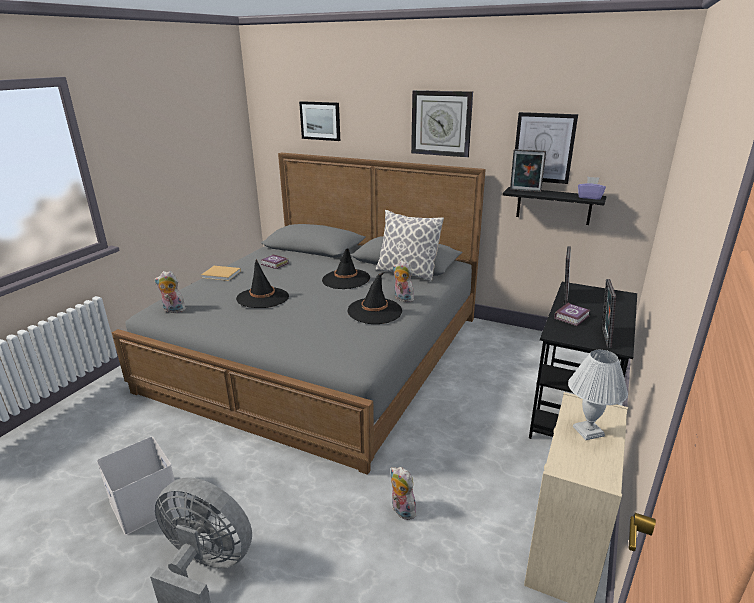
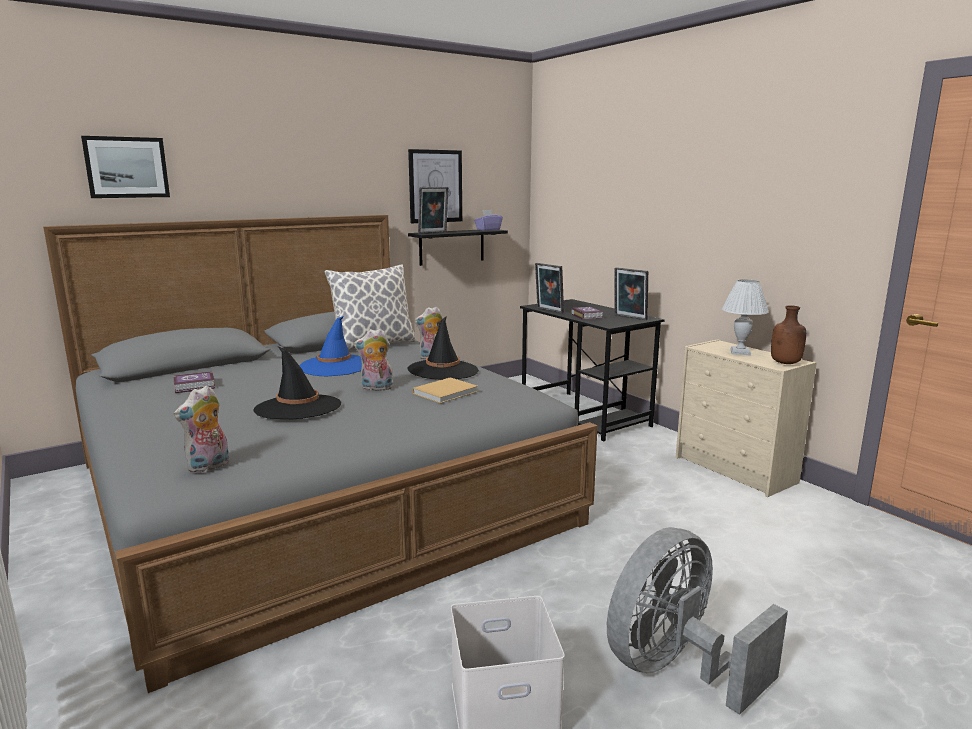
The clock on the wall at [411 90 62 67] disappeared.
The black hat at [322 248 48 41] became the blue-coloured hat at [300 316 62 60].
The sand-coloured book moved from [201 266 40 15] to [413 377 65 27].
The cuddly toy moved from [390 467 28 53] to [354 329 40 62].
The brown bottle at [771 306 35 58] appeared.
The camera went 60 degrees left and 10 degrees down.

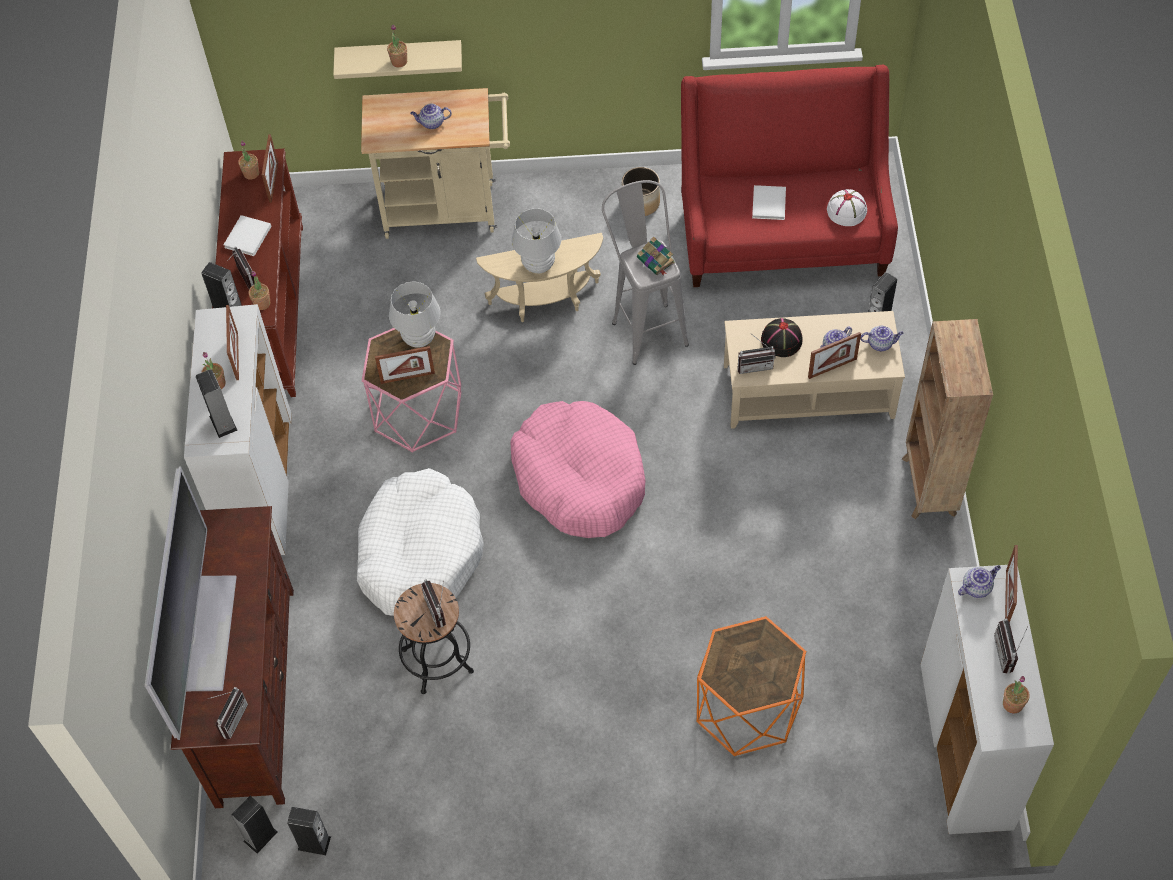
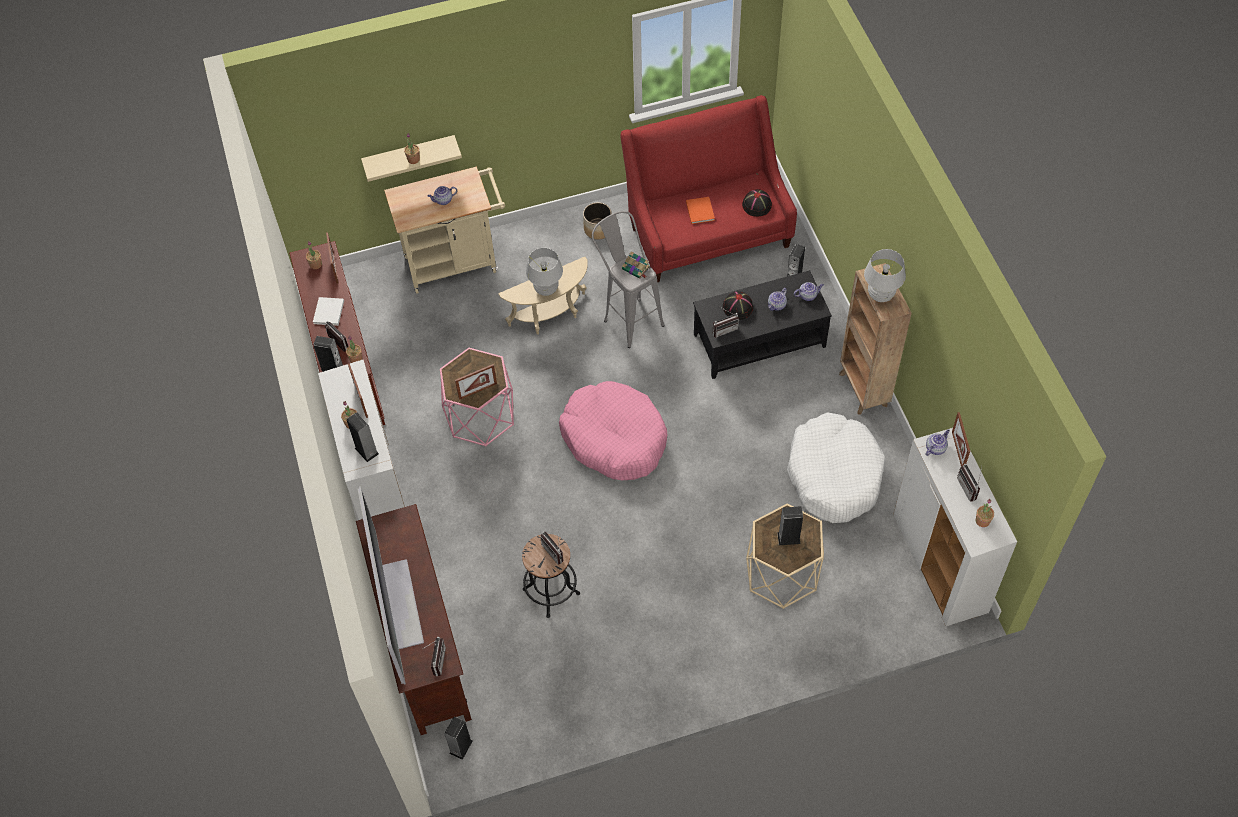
The whitish book at [752 185 34 35] became the orange book at [686 197 29 27].
The whitish hat at [827 189 40 37] became the black hat at [742 189 30 28].
The whitish table lamp moved from [389 281 51 67] to [864 249 42 53].
The sand-coloured low table at [724 311 181 118] became the black low table at [693 270 139 109].
The standing frame at [808 332 53 47] disappeared.
The whitish pet bed moved from [357 468 127 148] to [787 412 98 111].
The orange accent table at [696 616 110 140] became the sand-coloured accent table at [746 504 78 105].
The speaker moved from [287 807 44 48] to [777 506 26 39].
The camera went 15 degrees left and 0 degrees up.

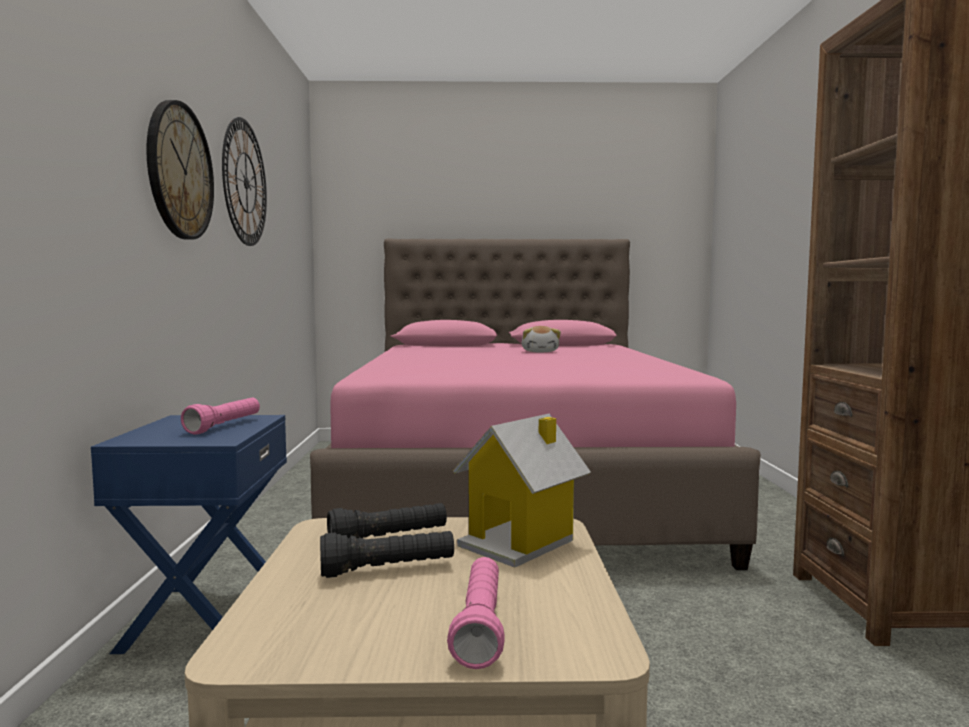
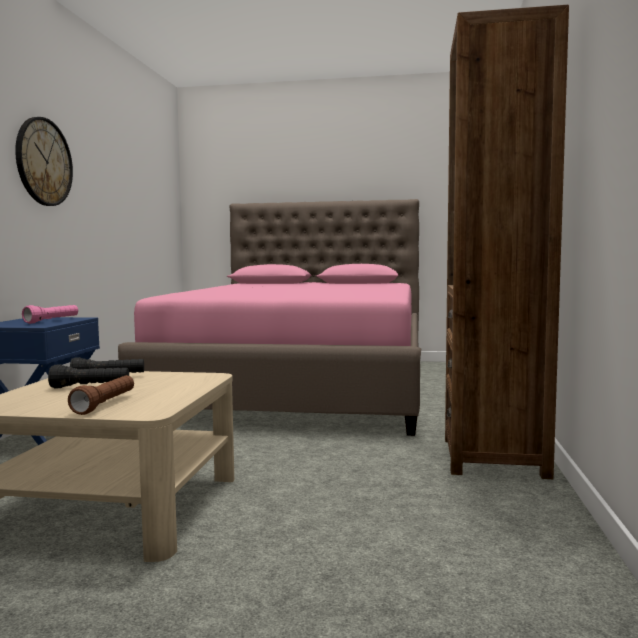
The clock on the wall at [222 117 45 129] disappeared.
The cuddly toy at [522 326 39 26] disappeared.
The model house at [453 414 138 154] disappeared.
The pink flashlight at [447 557 58 112] became the brown flashlight at [68 375 66 40].
The camera went 10 degrees right and 0 degrees up.

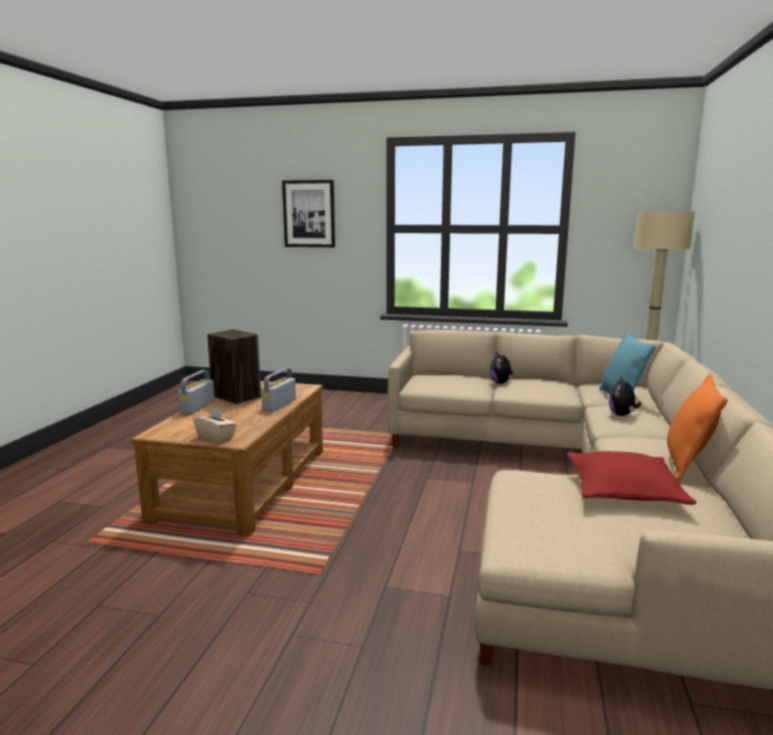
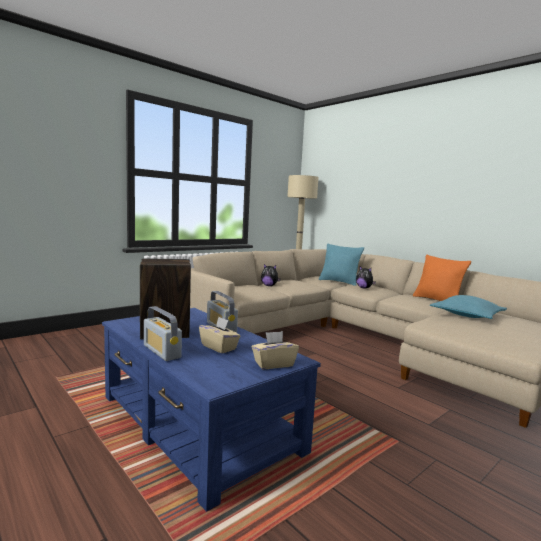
The wall picture at [282 180 53 67] disappeared.
The brown low table at [130 381 193 156] became the blue-coloured low table at [102 308 219 204].
The red cushion at [567 451 130 54] became the blue-green cushion at [430 295 77 24].
The sand-coloured tissue holder at [199 317 42 36] appeared.
The camera went 55 degrees left and 5 degrees down.

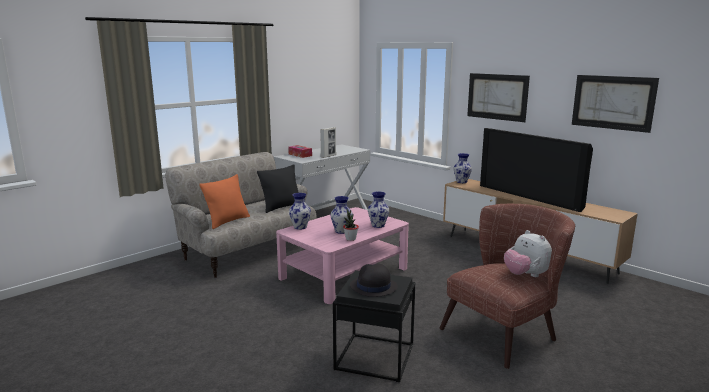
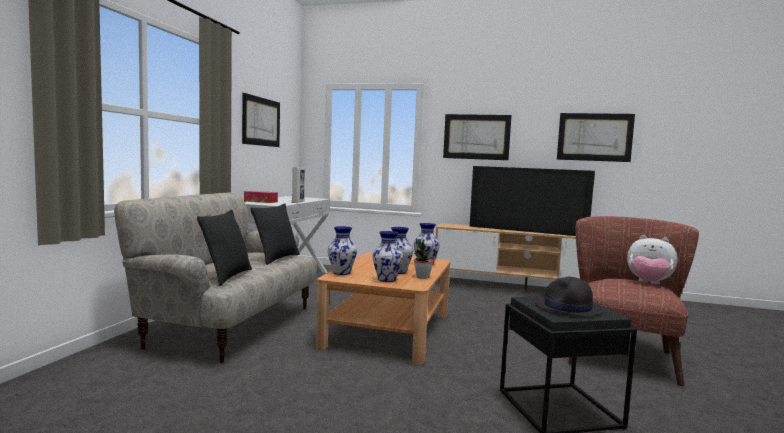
The decorative vase moved from [454 153 18 30] to [373 231 30 51].
The orange cushion at [199 174 51 55] became the black cushion at [197 210 55 76].
The pink low table at [276 207 133 97] became the brown low table at [316 253 135 112].
The wall picture at [242 93 38 54] appeared.
The camera went 30 degrees left and 10 degrees down.

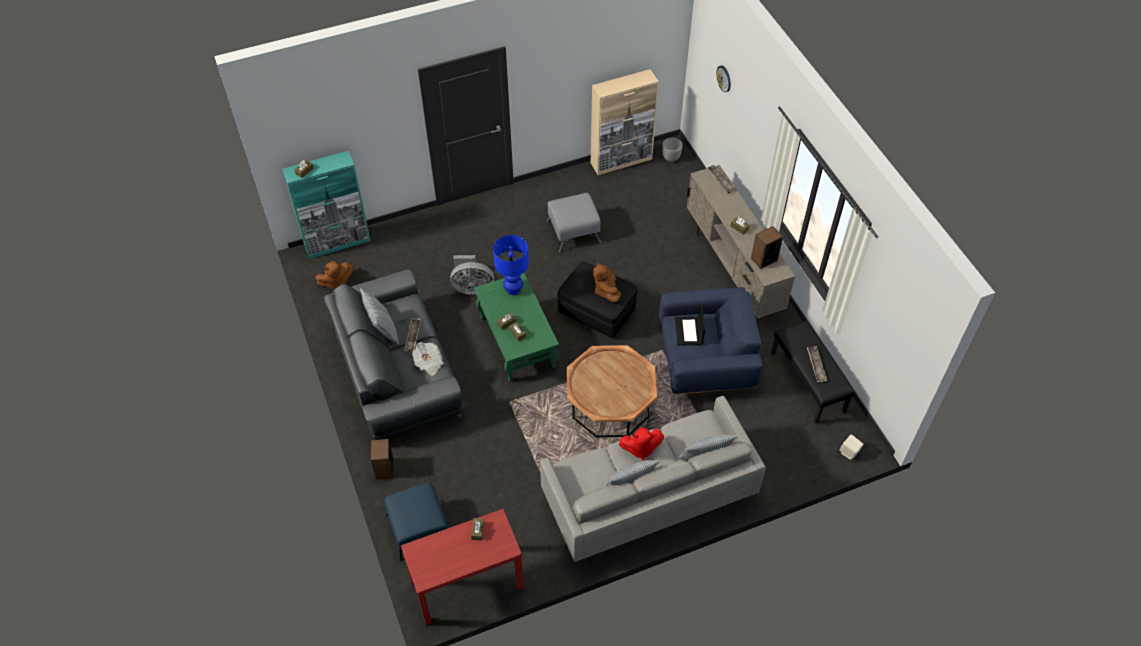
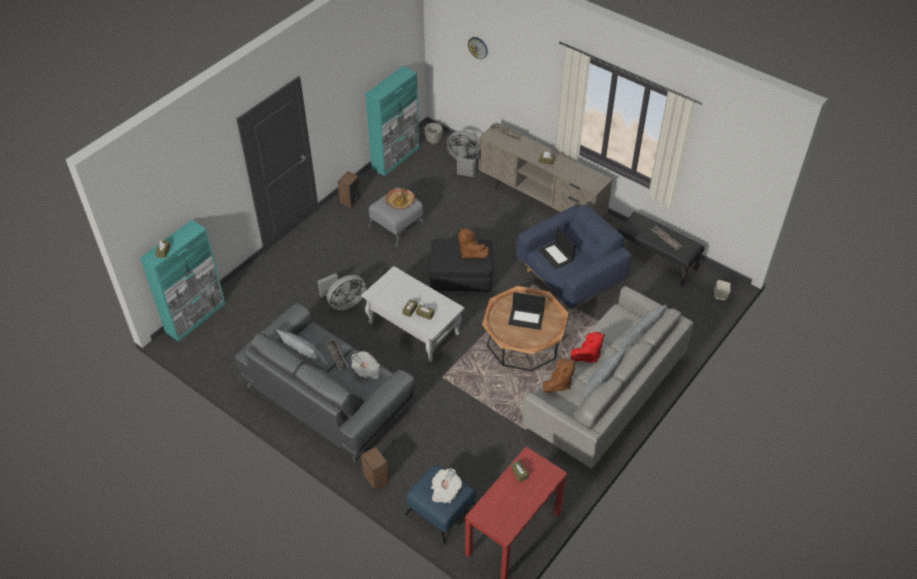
The sand-coloured cabinet at [591 69 68 106] became the blue-green cabinet at [365 66 55 110].
The speaker moved from [751 226 32 43] to [338 171 23 37].
The blue-coloured table lamp at [493 235 36 60] disappeared.
The brown cuddly toy moved from [316 261 37 28] to [543 358 33 35].
The green low table at [474 273 85 109] became the whitish low table at [361 266 104 96].
The grey cooling fan at [446 130 33 47] appeared.
The hat at [385 188 30 21] appeared.
The notebook computer at [508 292 37 38] appeared.
The newspaper at [431 468 31 35] appeared.
The camera went 30 degrees left and 5 degrees down.

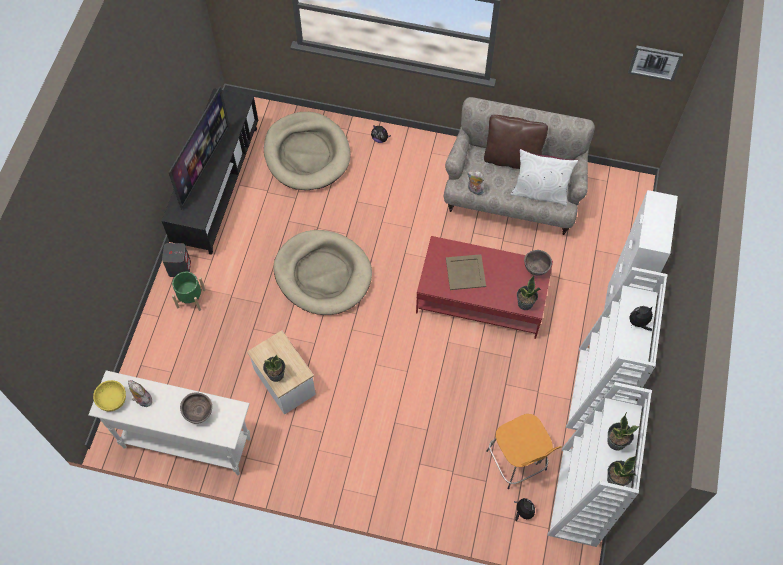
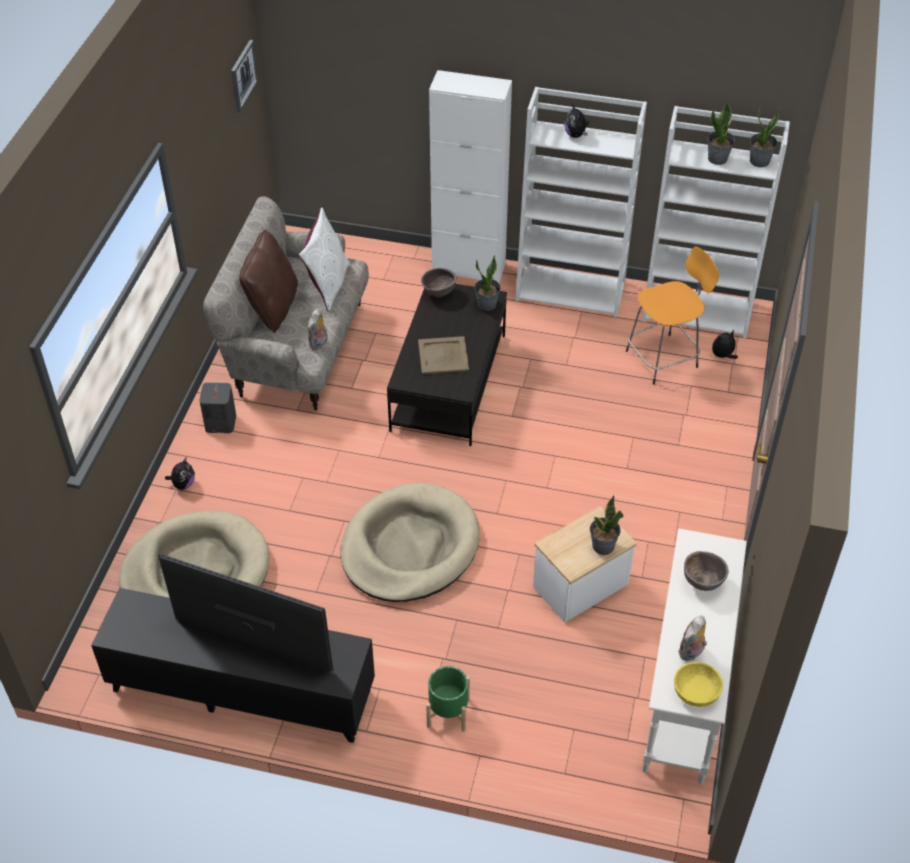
The red low table at [416 236 137 103] became the black low table at [387 284 120 162].
The grey speaker moved from [162 243 29 34] to [199 382 37 51].
The camera went 90 degrees left and 15 degrees down.

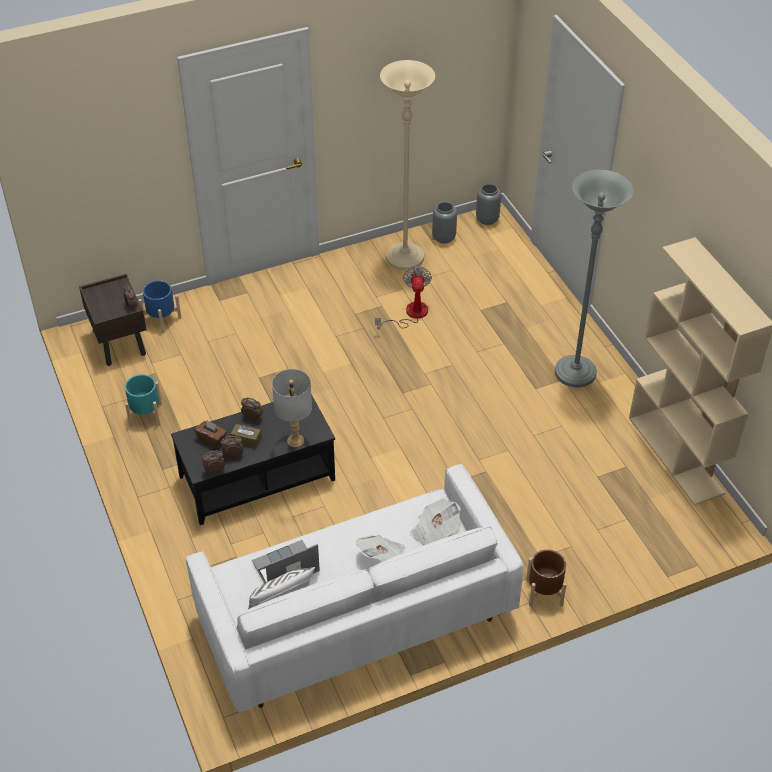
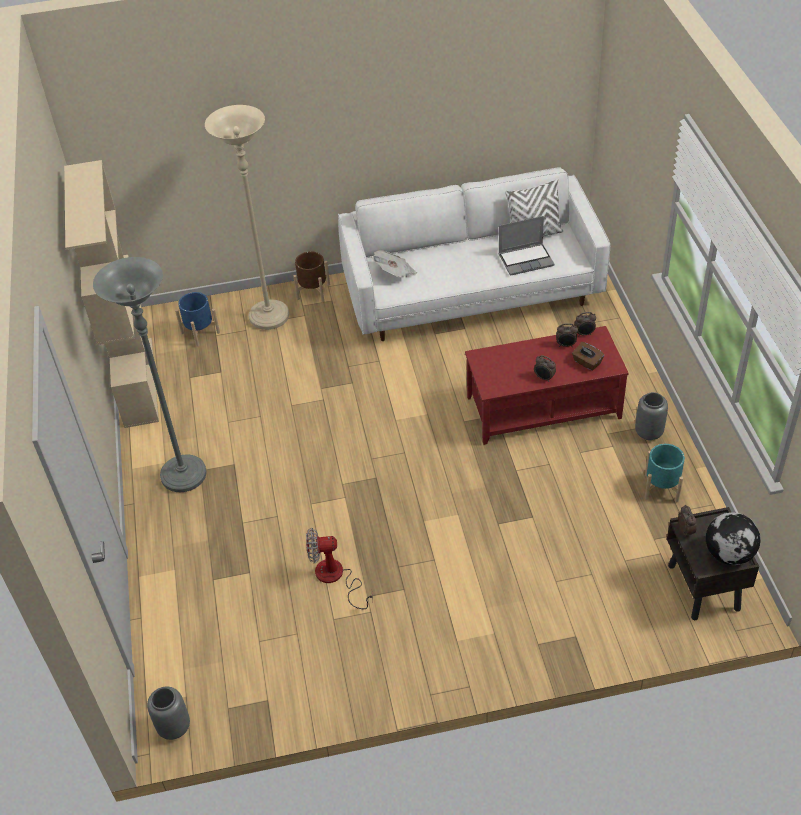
The sand-coloured standing lamp moved from [380 60 55 210] to [205 105 84 225].
The grey decorative vase moved from [432 202 25 42] to [635 392 33 48].
The cooling fan at [375 266 57 63] turned 75 degrees clockwise.
The blue-coloured plant pot moved from [139 280 43 53] to [175 292 45 55].
The grey table lamp at [272 369 40 78] disappeared.
The black low table at [171 394 164 131] became the red low table at [465 326 164 119].
The brown tissue holder at [231 424 30 23] disappeared.
The newspaper at [356 535 49 27] disappeared.
The world globe at [706 512 55 53] appeared.
The camera went 165 degrees left and 0 degrees up.

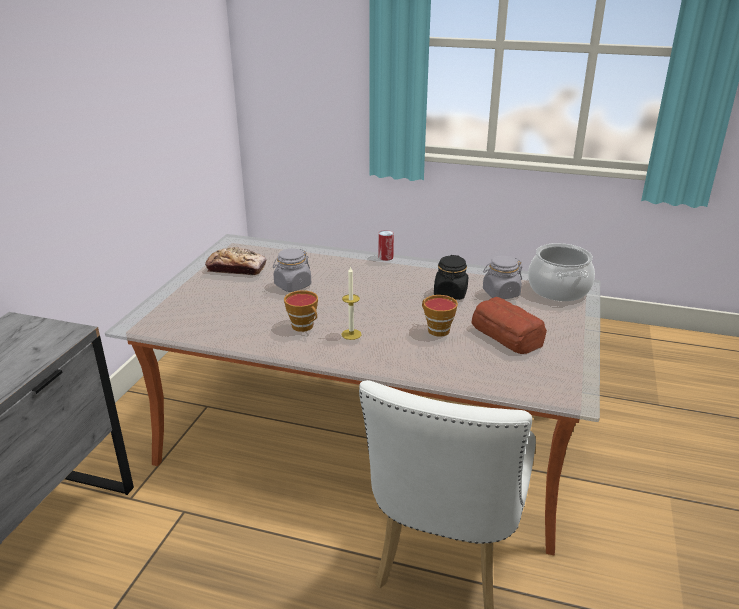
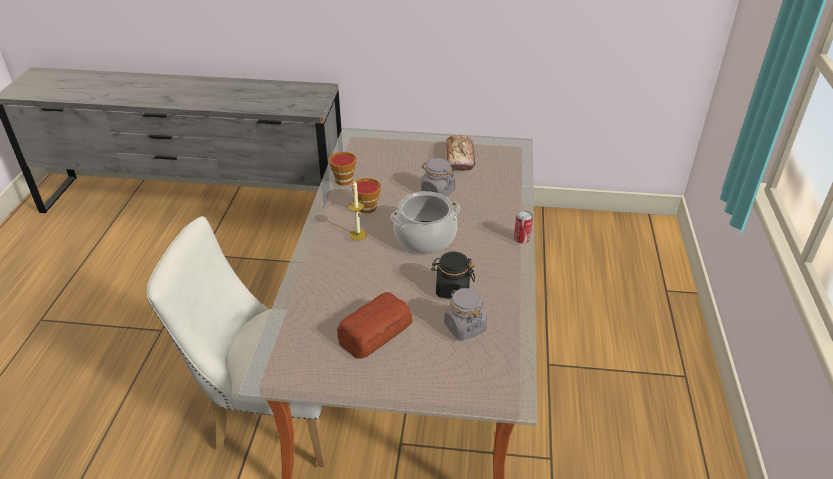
The cooking pot moved from [528 243 67 58] to [391 191 69 63].
The drinking cup moved from [422 295 36 42] to [329 152 27 34].
The camera went 80 degrees right and 10 degrees up.

